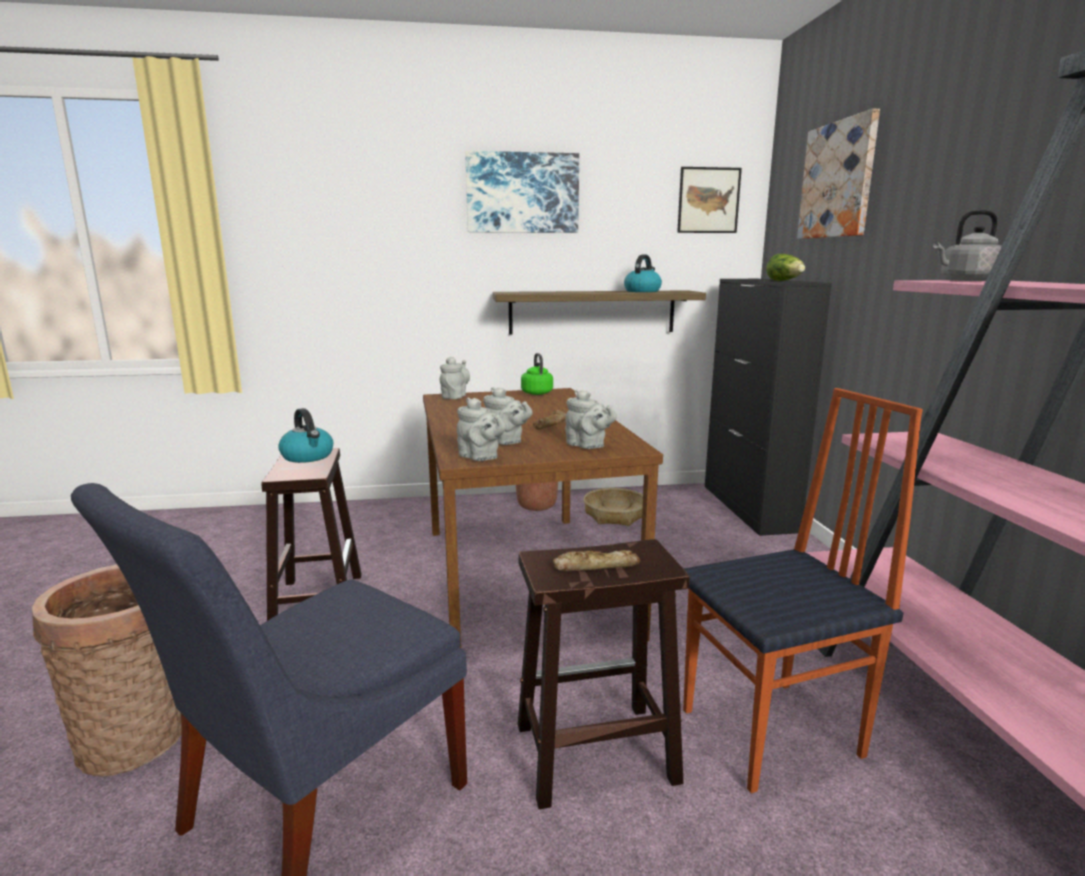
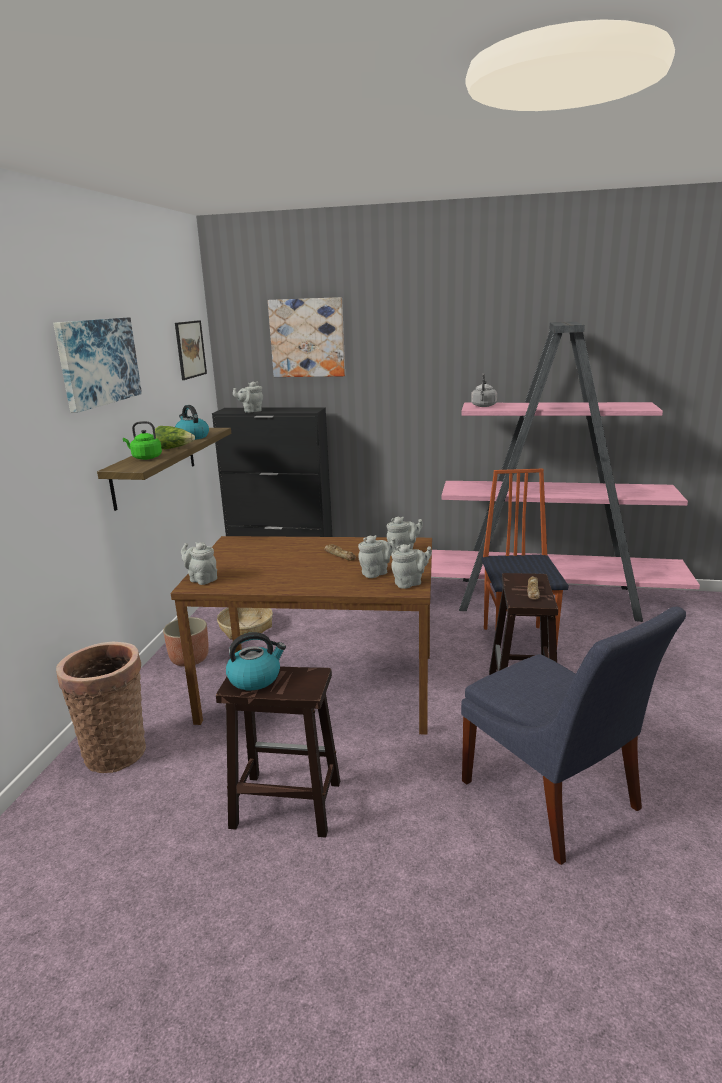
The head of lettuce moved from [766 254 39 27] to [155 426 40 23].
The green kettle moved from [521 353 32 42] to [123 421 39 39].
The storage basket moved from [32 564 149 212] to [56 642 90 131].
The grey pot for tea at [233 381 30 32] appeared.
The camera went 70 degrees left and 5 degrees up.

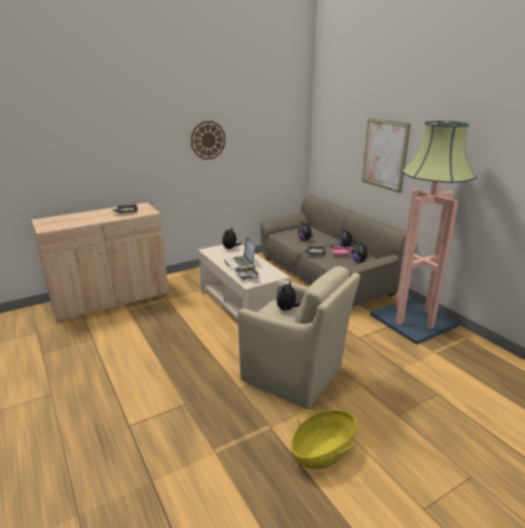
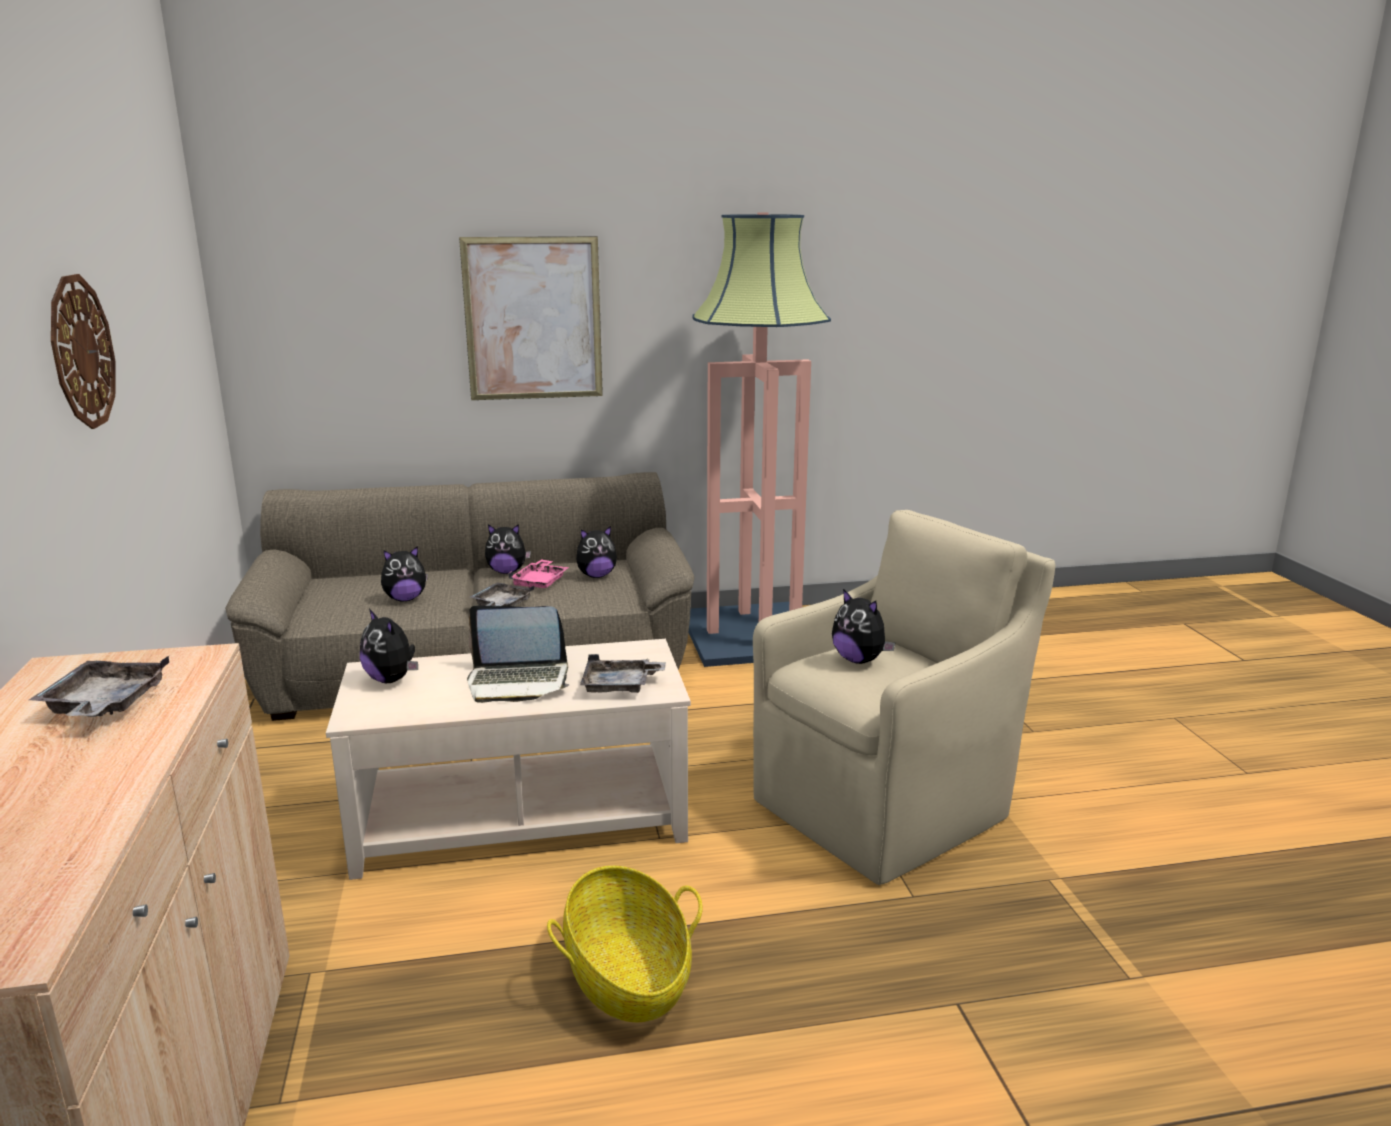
The storage basket moved from [291 409 65 61] to [547 866 156 156].
The camera went 70 degrees left and 5 degrees down.

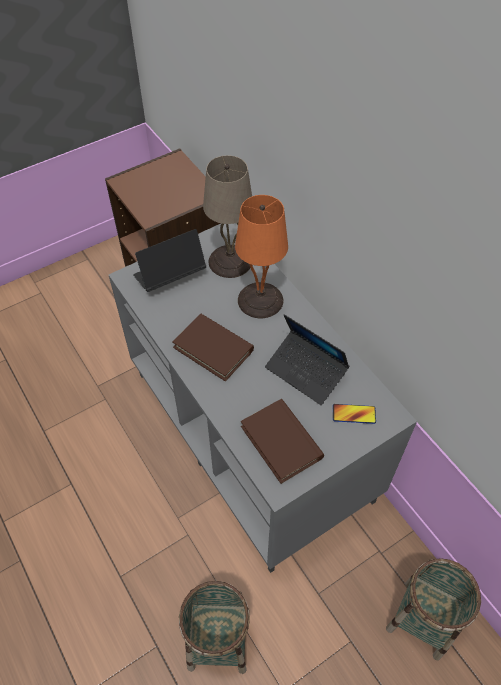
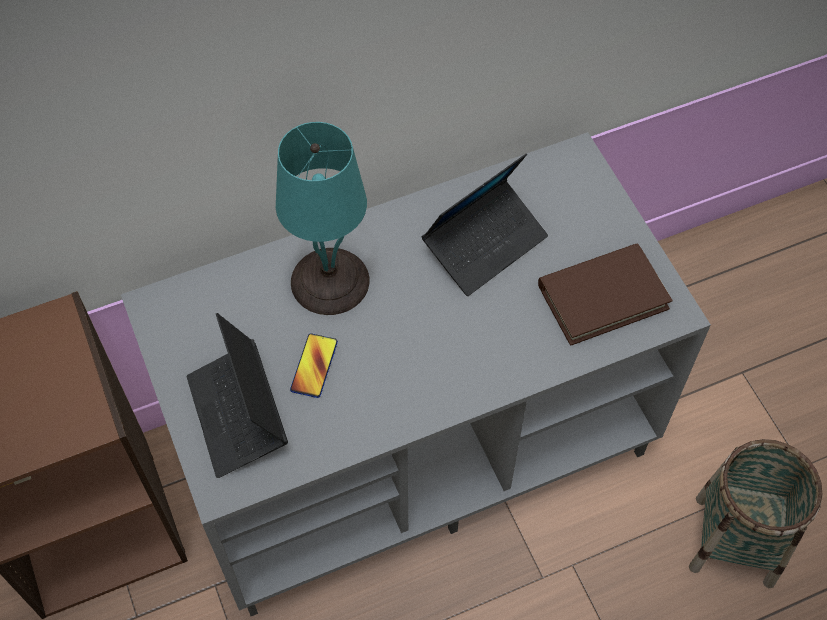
The sand-coloured table lamp at [203 155 49 123] disappeared.
The orange table lamp at [235 195 53 123] became the blue-green table lamp at [276 122 93 193].
The brown book at [172 314 82 68] disappeared.
The phone moved from [333 404 43 20] to [290 333 48 65].
The storage basket at [386 558 95 103] disappeared.
The camera went 80 degrees left and 5 degrees up.

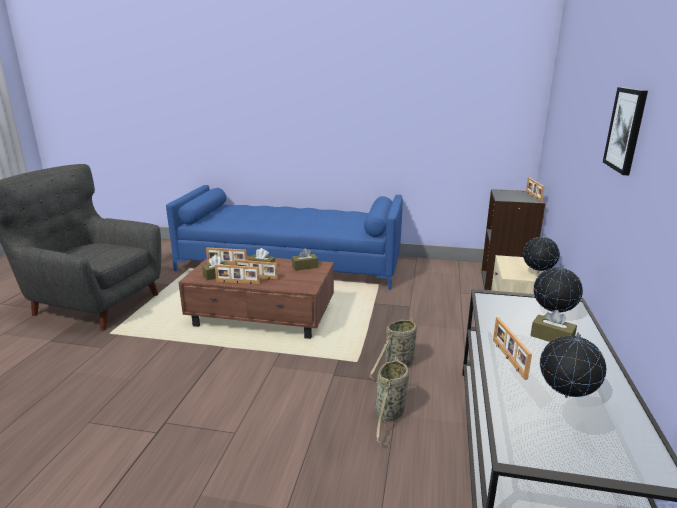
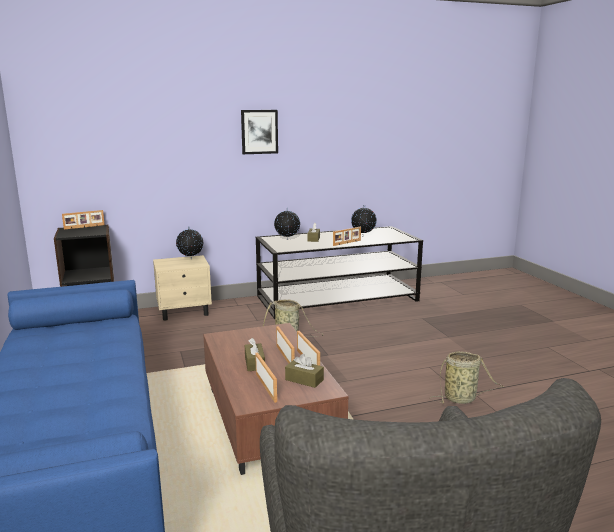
The brown tissue holder at [292 248 26 23] disappeared.
The storage basket moved from [375 357 34 87] to [429 351 75 53].
The camera went 120 degrees left and 5 degrees down.

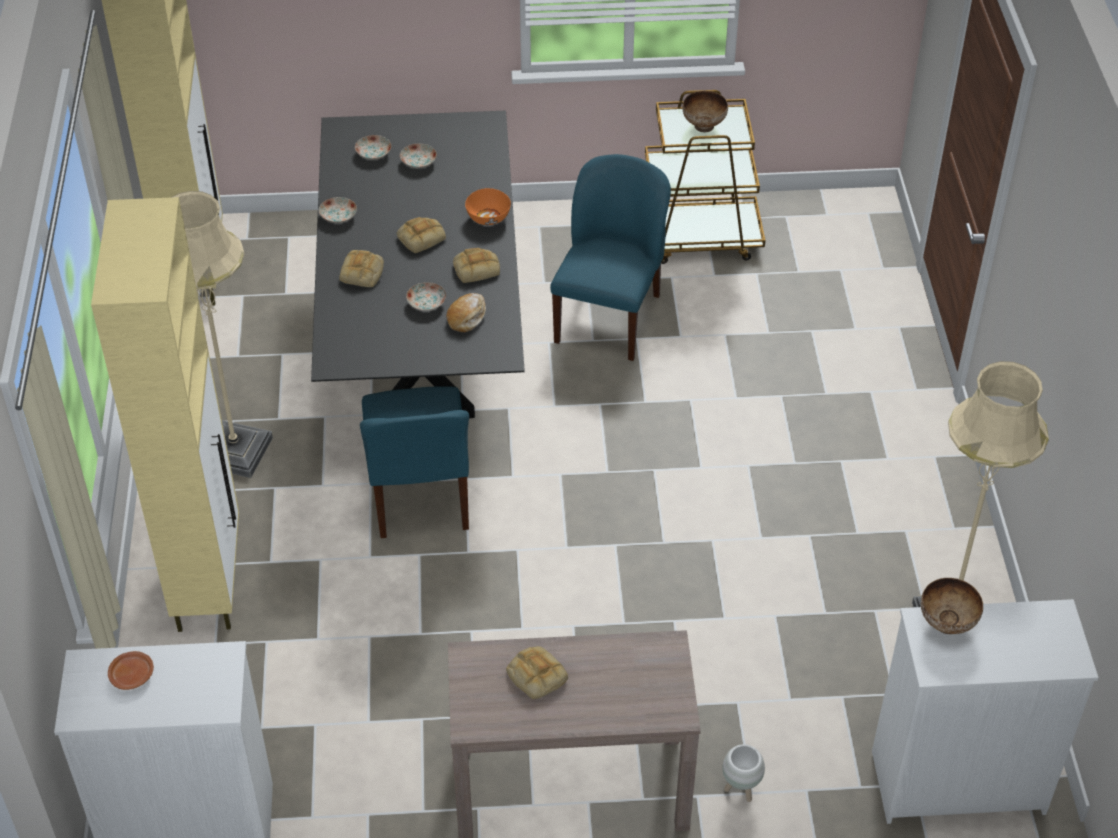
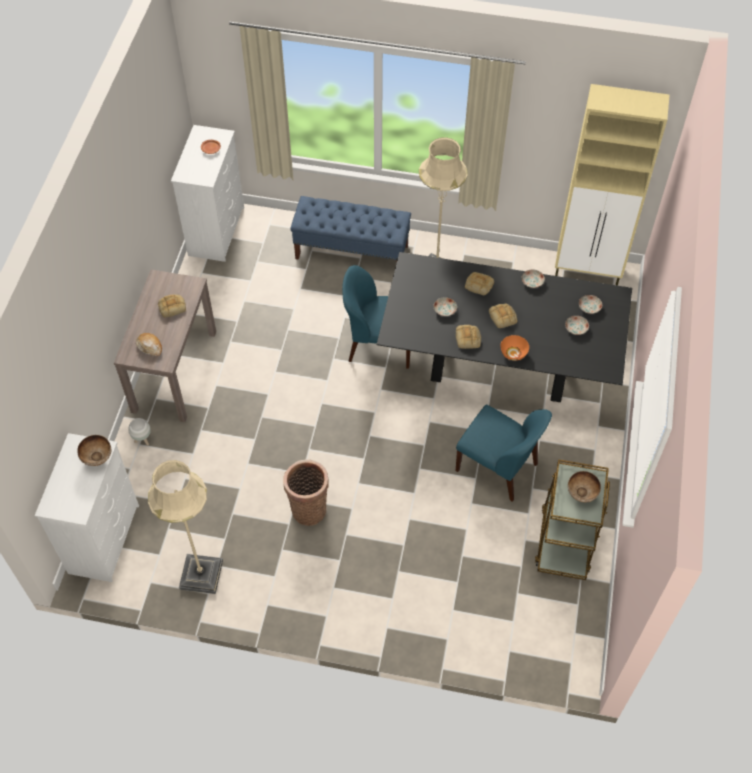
The sand-coloured cabinet at [91 197 148 435] was replaced by the blue-coloured long seat at [290 196 121 67].
The bakery bread moved from [446 293 40 39] to [136 333 26 23].
The storage basket at [283 460 46 66] appeared.
The camera went 105 degrees right and 10 degrees up.

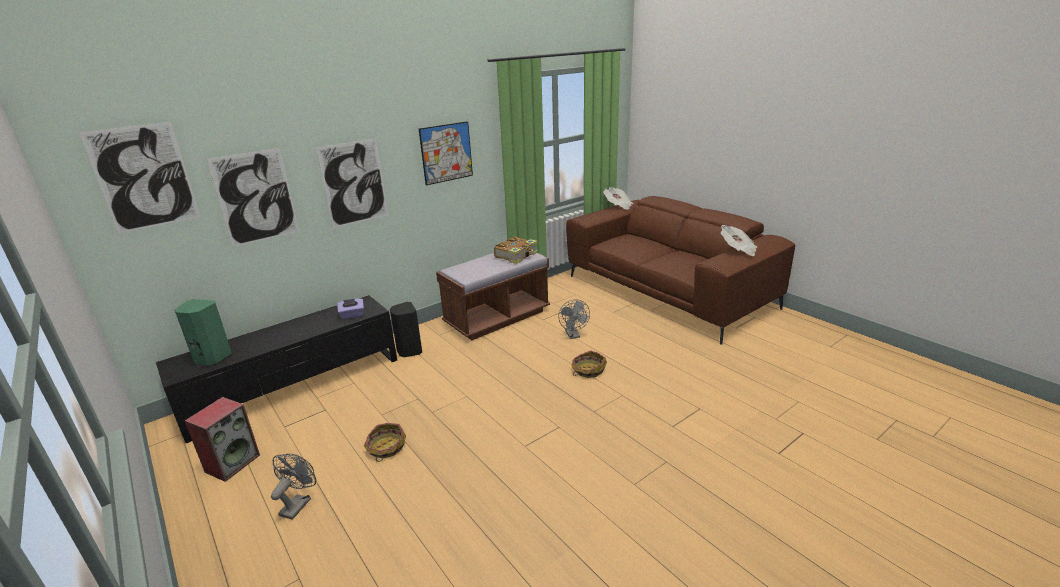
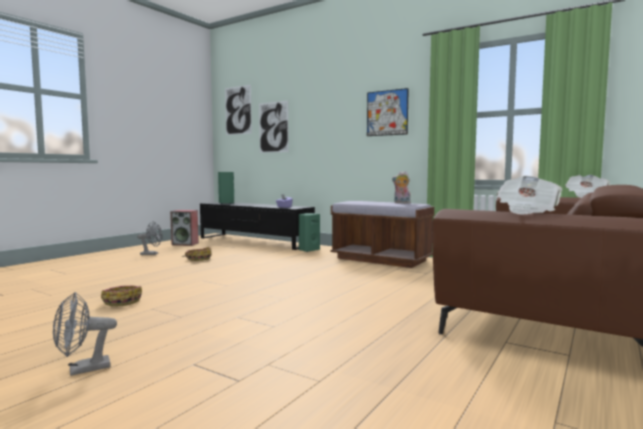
The wall picture at [316 138 72 90] disappeared.
The book at [494 237 44 27] was replaced by the cuddly toy at [392 171 19 33].
The grey cooling fan moved from [558 300 32 39] to [53 292 64 84].
The black speaker at [390 302 32 55] became the green speaker at [299 213 21 39].
The storage basket moved from [571 351 36 27] to [101 286 41 21].
The camera went 70 degrees right and 20 degrees down.

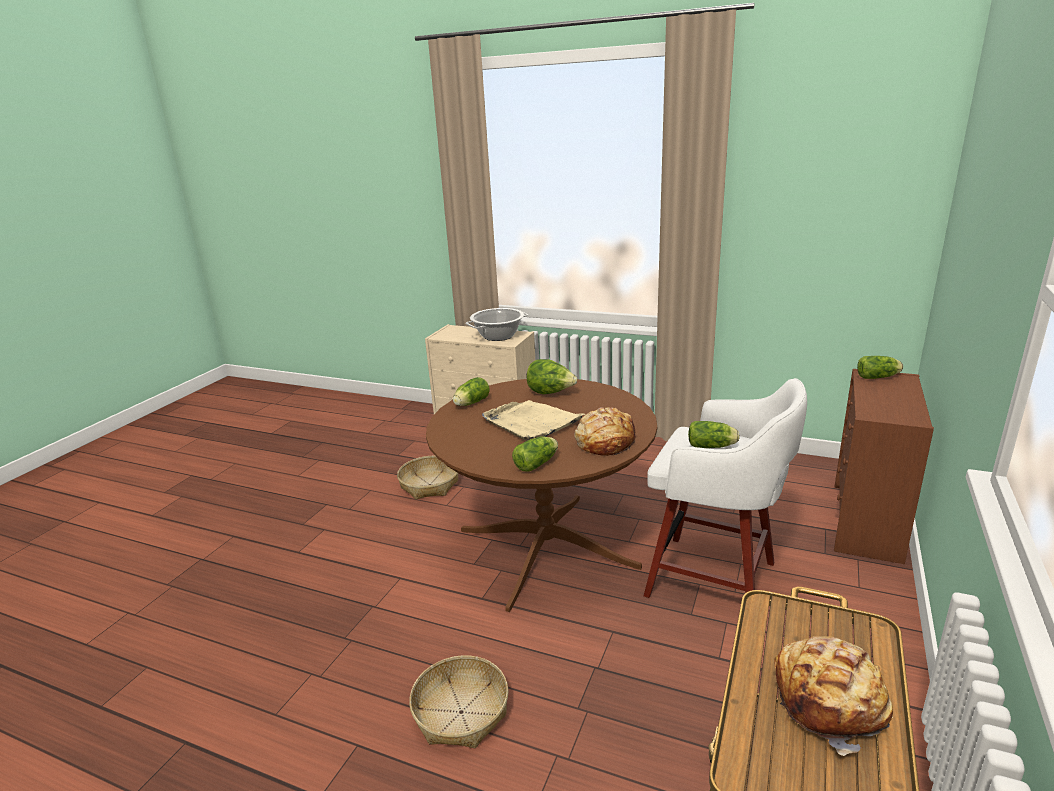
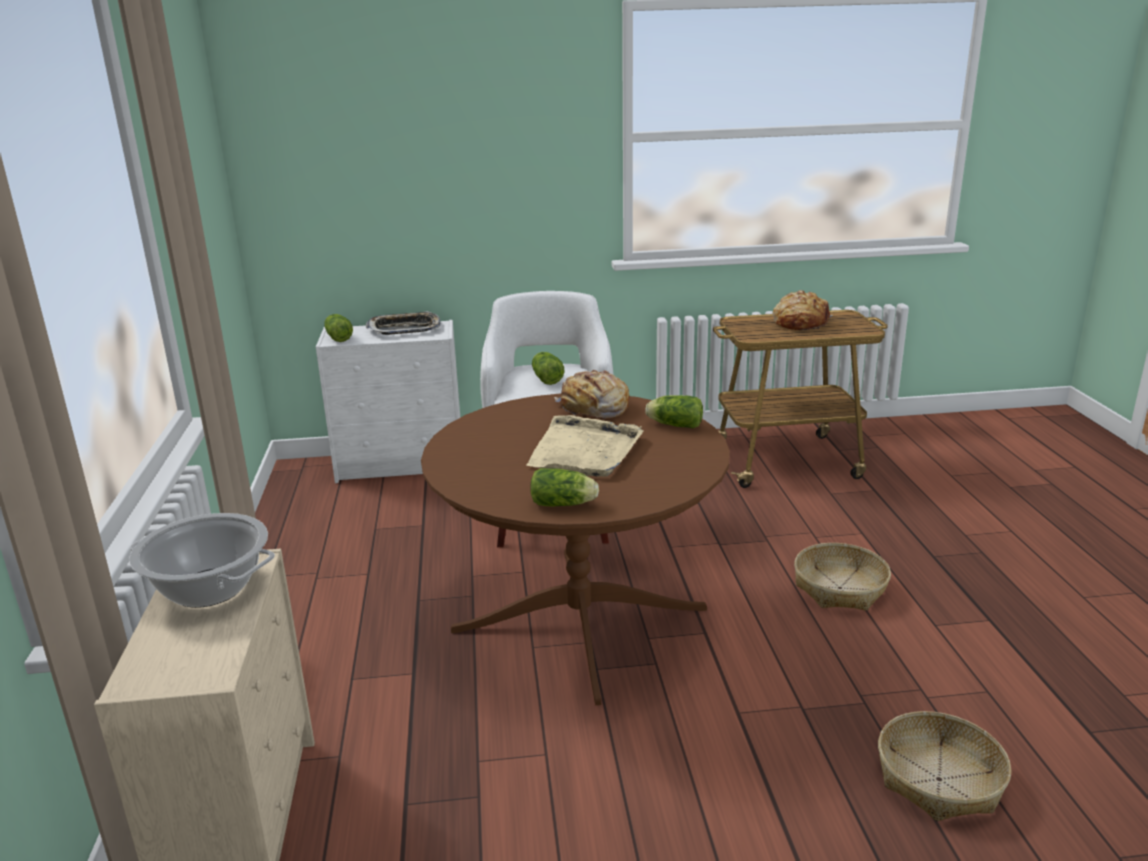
The head of lettuce at [527 359 50 35] disappeared.
The brown drawer chest at [834 369 100 195] became the whitish drawer chest at [316 320 144 163].
The storage basket moved from [397 456 61 43] to [878 711 133 110].
The serving tray at [366 311 75 24] appeared.
The camera went 120 degrees left and 0 degrees up.

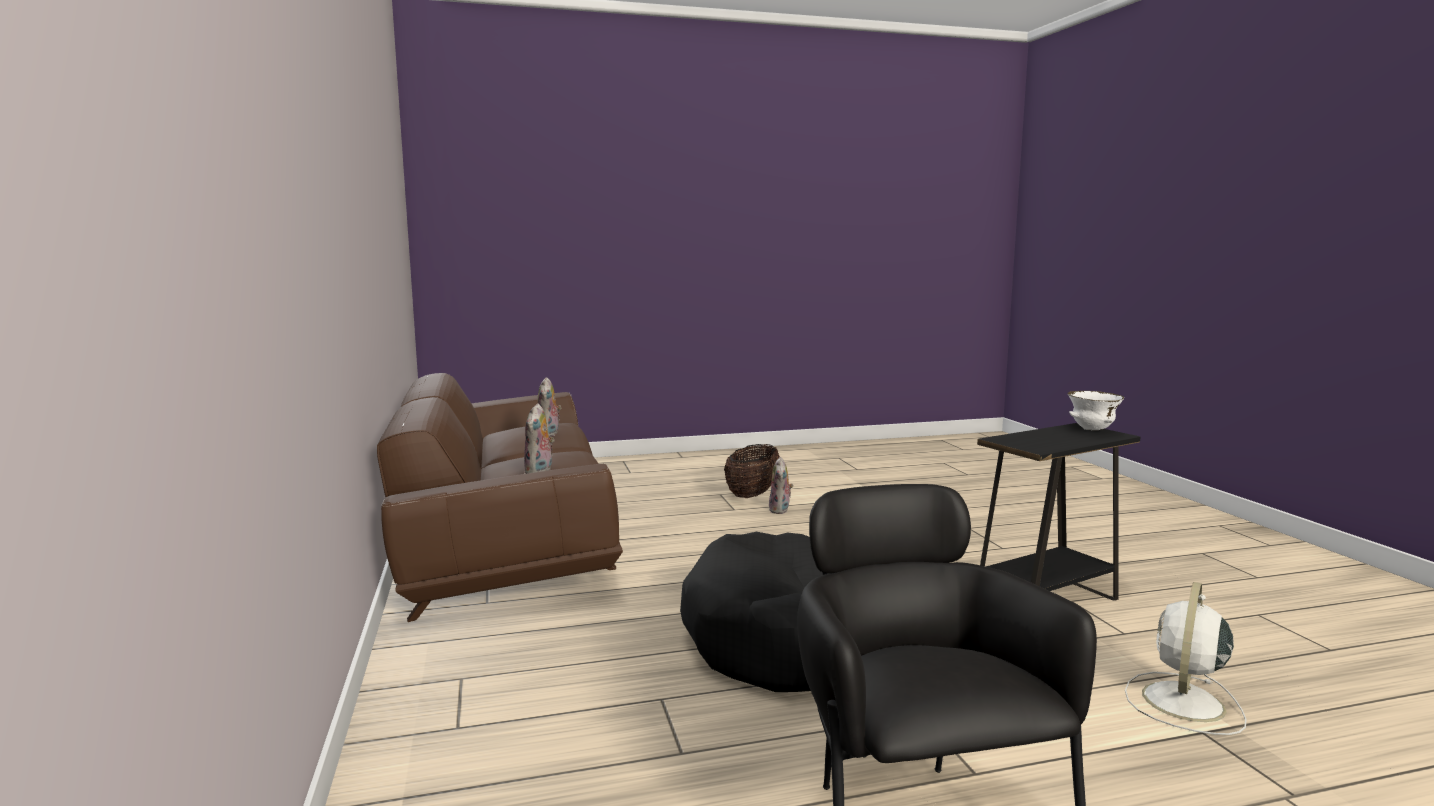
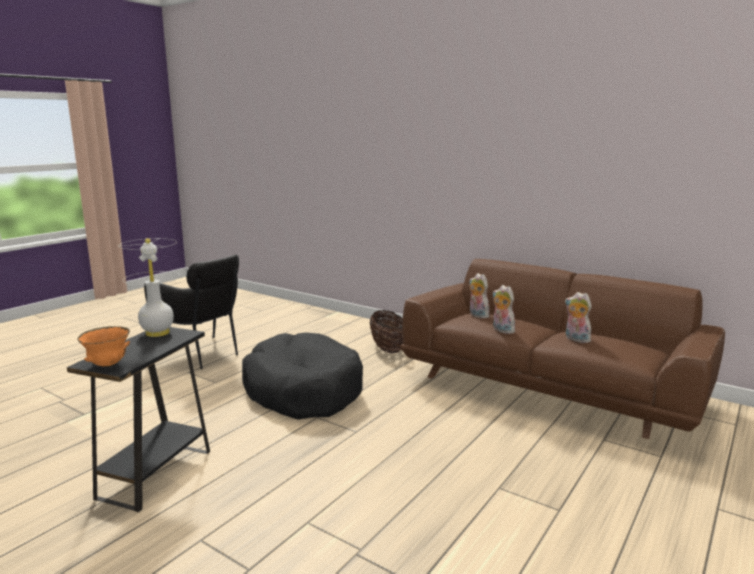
The whitish serving bowl at [1068 391 56 40] became the orange serving bowl at [77 326 53 41].
The storage basket moved from [724 444 56 54] to [370 310 33 43].
The cuddly toy moved from [768 457 25 57] to [493 285 24 49].
The whitish cooling fan at [1125 582 122 153] disappeared.
The whitish table lamp at [119 238 61 99] appeared.
The camera went 140 degrees right and 5 degrees up.

